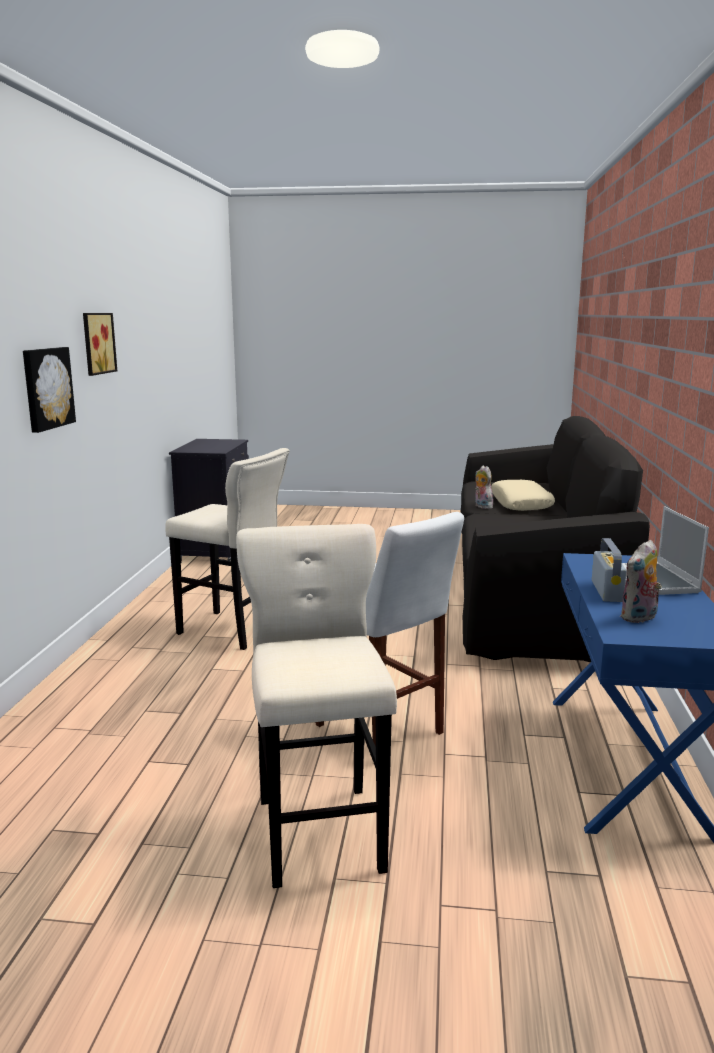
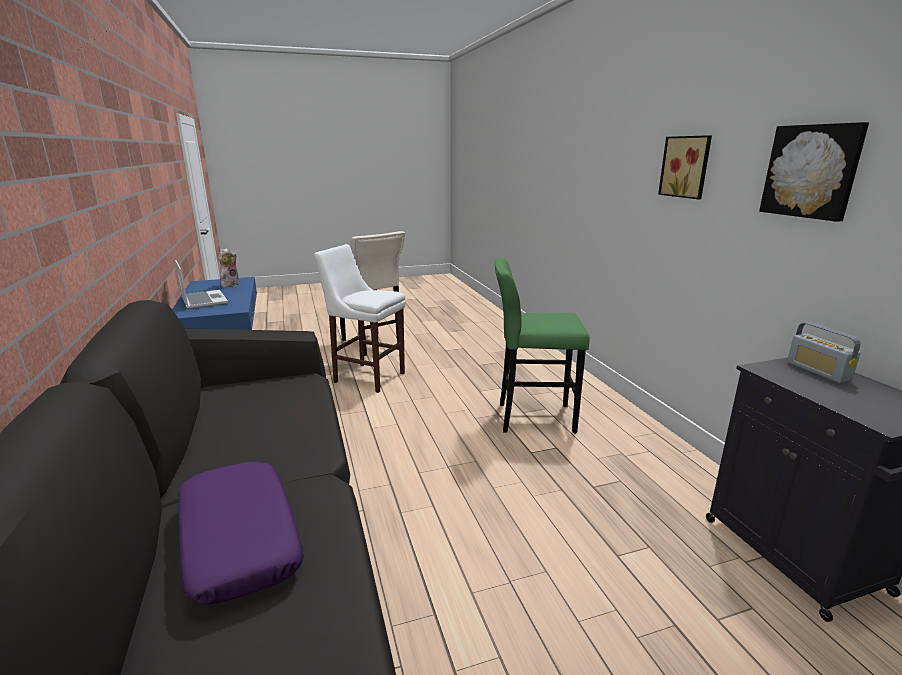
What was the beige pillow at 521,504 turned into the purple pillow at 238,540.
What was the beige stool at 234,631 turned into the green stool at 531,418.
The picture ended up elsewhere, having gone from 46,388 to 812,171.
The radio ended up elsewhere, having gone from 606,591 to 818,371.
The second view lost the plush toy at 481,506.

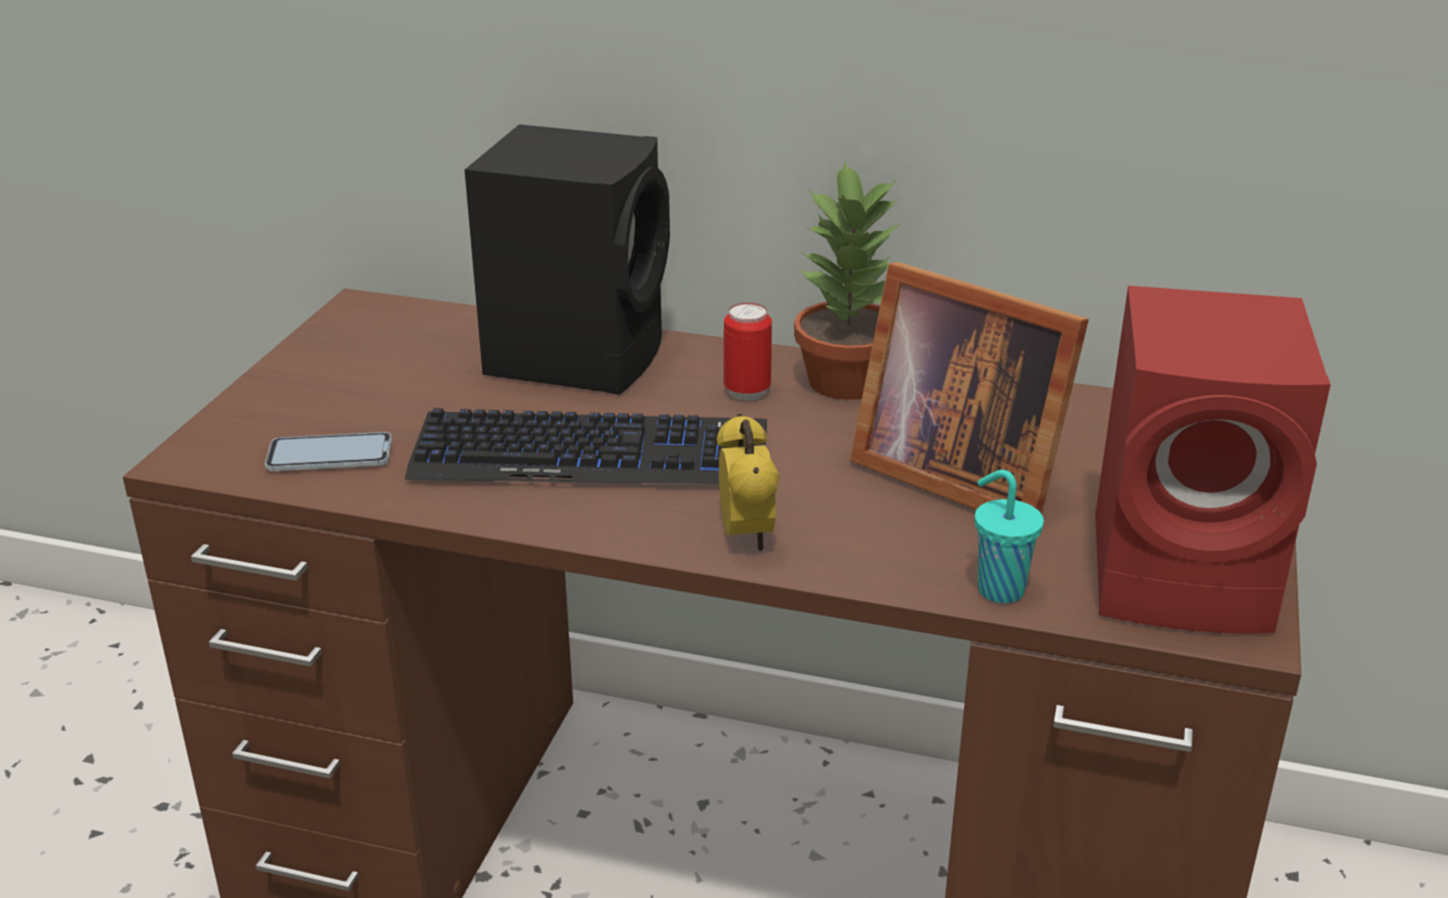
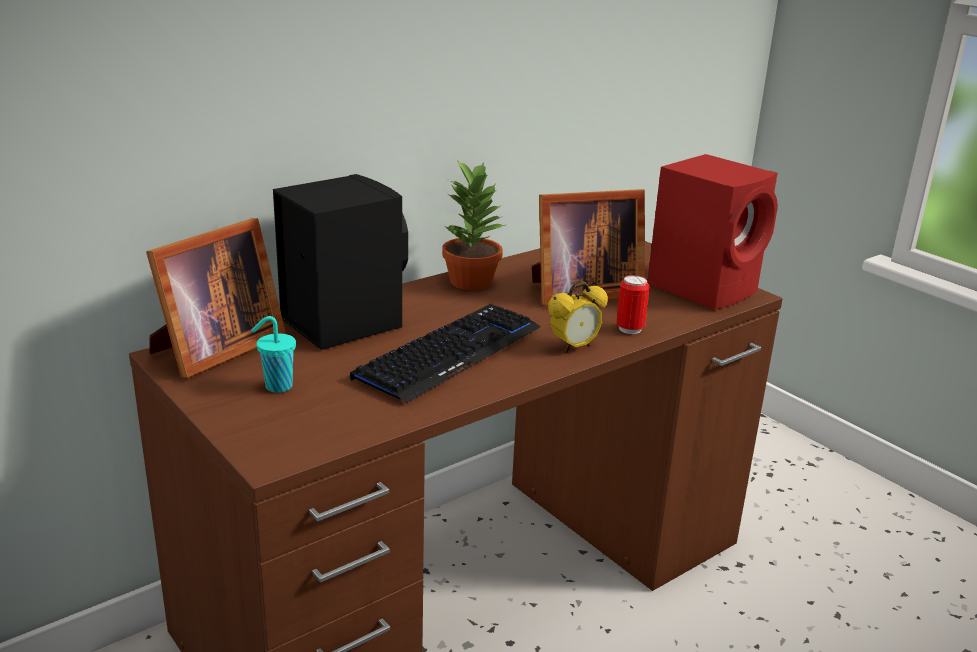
The second view gained the picture frame at 213,350.
The turquoise cup ended up elsewhere, having gone from 998,589 to 277,386.
The alarm clock at 746,537 ended up facing another way, 120 degrees clockwise from before.
The can ended up elsewhere, having gone from 747,391 to 630,329.
The second view lost the phone at 329,455.

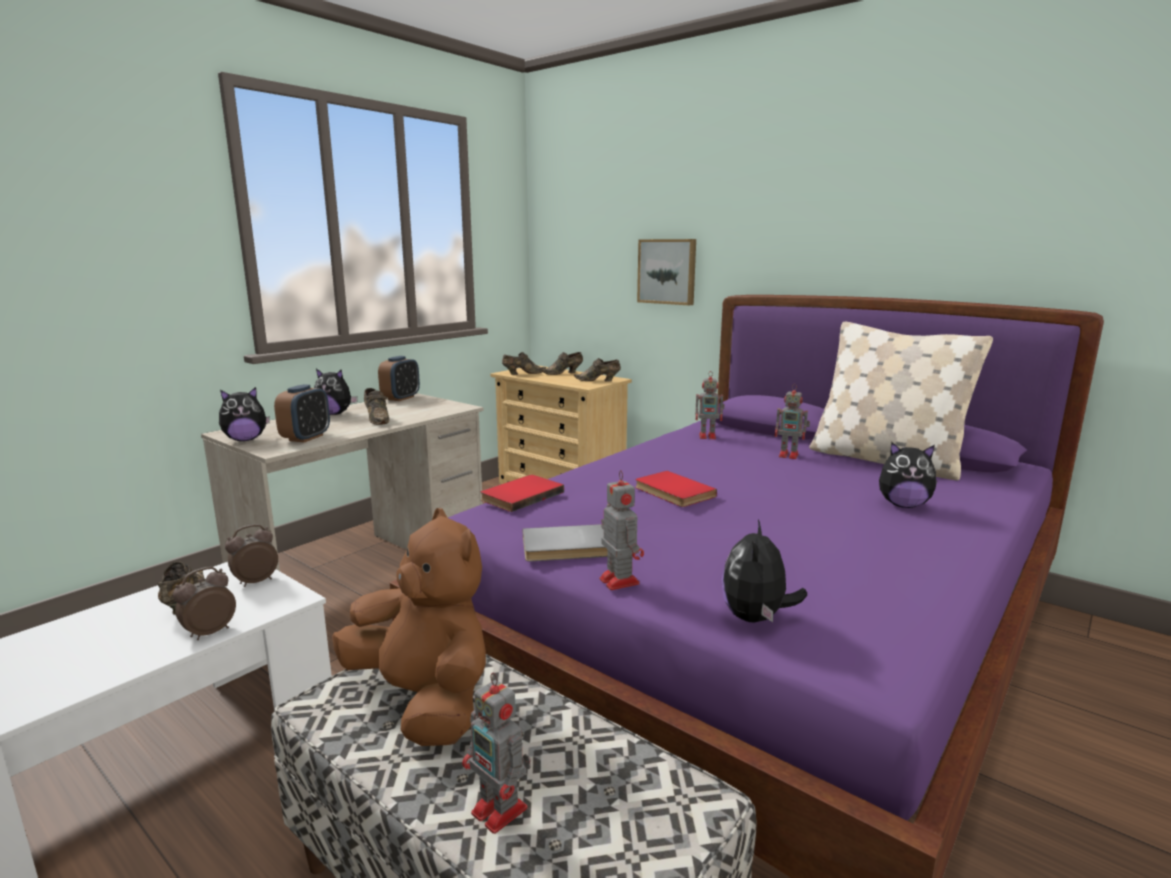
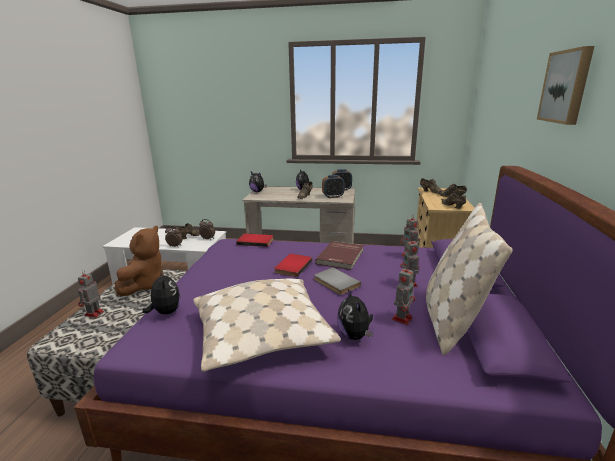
The plush toy at 756,618 ended up facing another way, 75 degrees clockwise from before.
The second view gained the beige pillow at 262,335.
The grey book ended up elsewhere, having gone from 566,548 to 335,283.
The second view gained the red book at 341,257.
The alarm clock ended up elsewhere, having gone from 306,438 to 333,196.
The toy robot ended up elsewhere, having gone from 618,580 to 402,318.
The picture ended up elsewhere, having gone from 667,271 to 566,86.

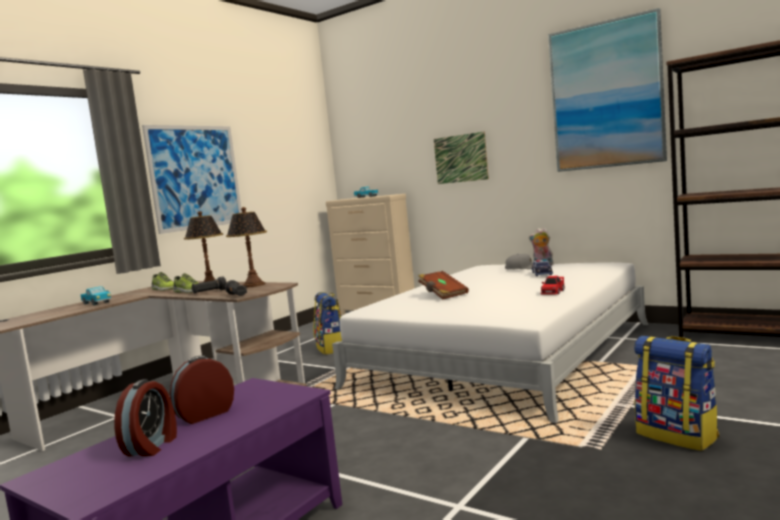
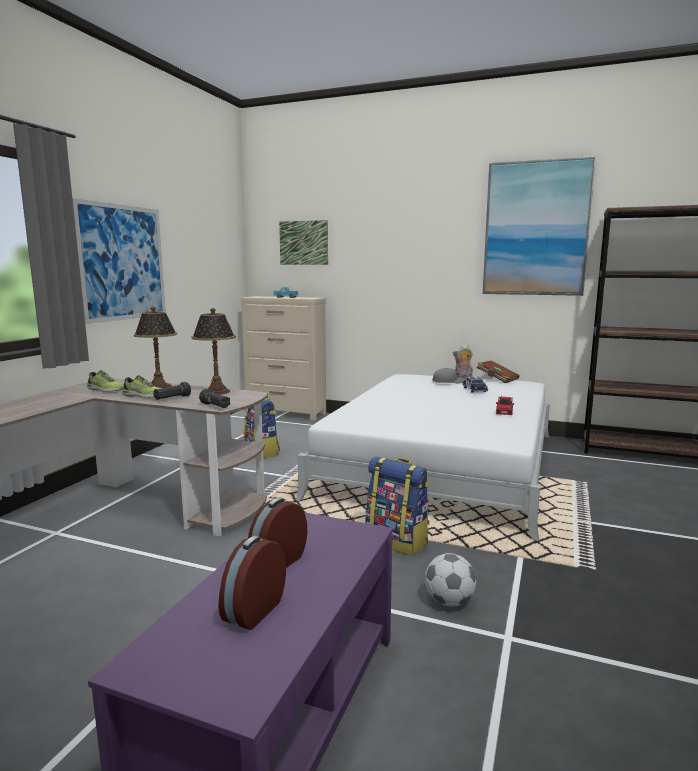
The alarm clock at 152,446 ended up facing another way, 150 degrees counterclockwise from before.
The picture ended up elsewhere, having gone from 460,158 to 303,242.
The backpack ended up elsewhere, having gone from 677,436 to 397,541.
The second view gained the football at 449,602.
The brown book ended up elsewhere, having gone from 442,294 to 497,379.
The second view lost the toy truck at 97,303.

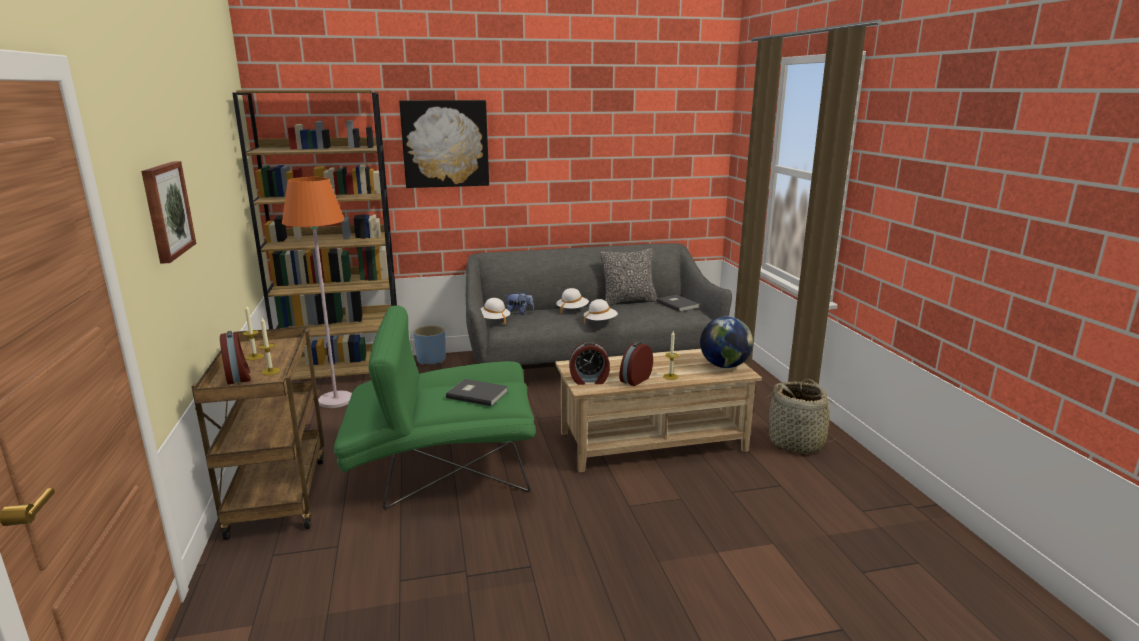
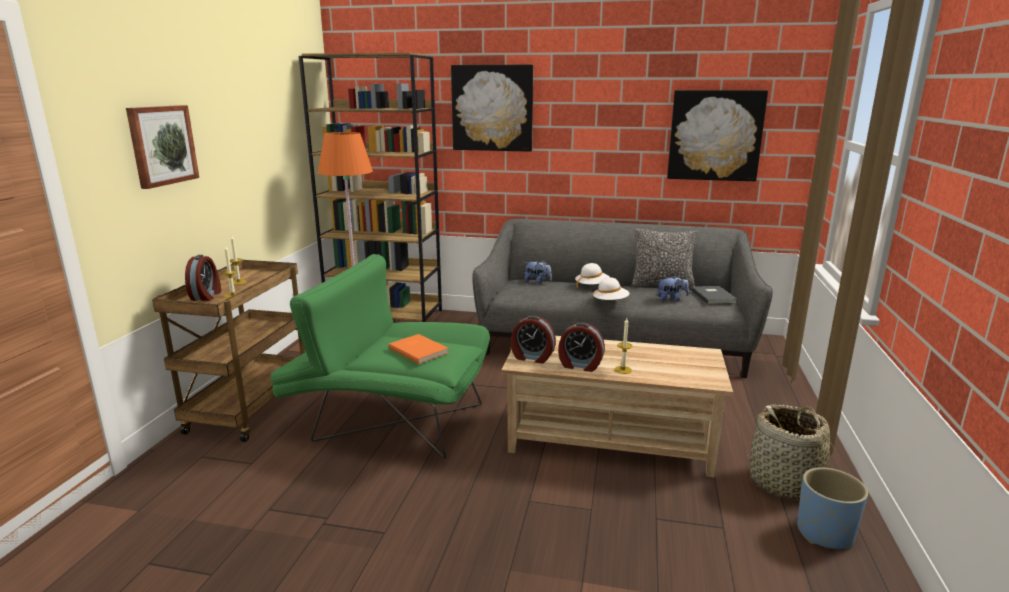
What was the grey book at 477,394 turned into the orange book at 419,350.
The alarm clock at 634,379 ended up facing another way, 135 degrees counterclockwise from before.
The second view gained the plush toy at 671,299.
The second view gained the picture at 715,135.
The blue planter ended up elsewhere, having gone from 431,360 to 825,533.
The second view lost the white hat at 493,320.
The second view lost the globe at 724,366.

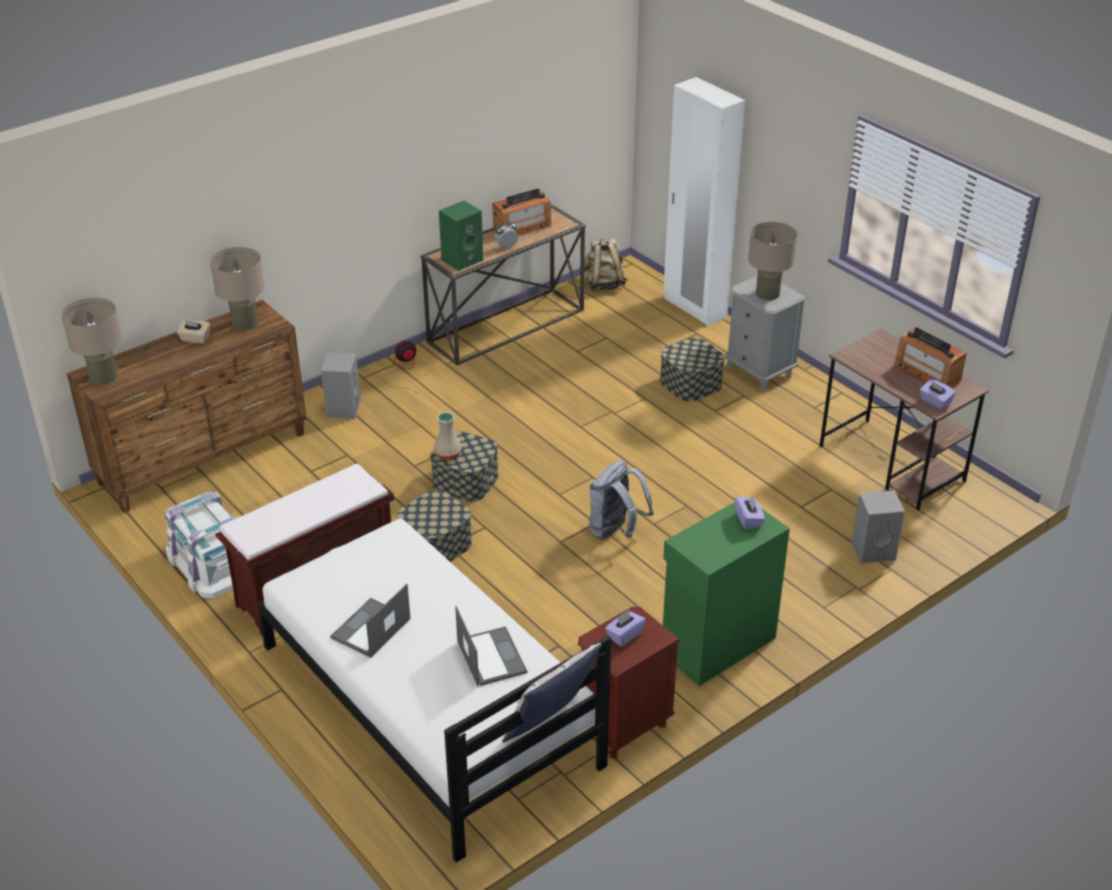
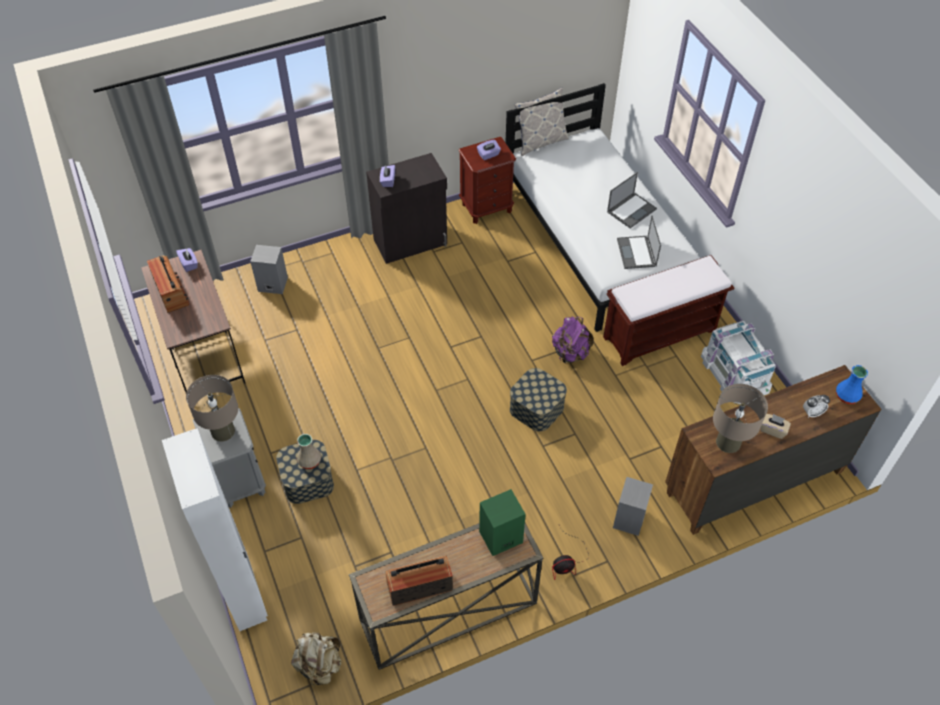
The beige vase ended up elsewhere, having gone from 447,453 to 309,461.
What was the green cabinet at 716,645 turned into the black cabinet at 411,242.
Where the storage box stood at 436,544, the purple backpack came to stand at 570,353.
The laptop ended up elsewhere, having gone from 491,656 to 636,253.
The alarm clock ended up elsewhere, having gone from 506,247 to 812,413.
Where the beige table lamp stood at 103,377, the blue vase came to stand at 846,396.
The second view lost the grey backpack at 616,531.

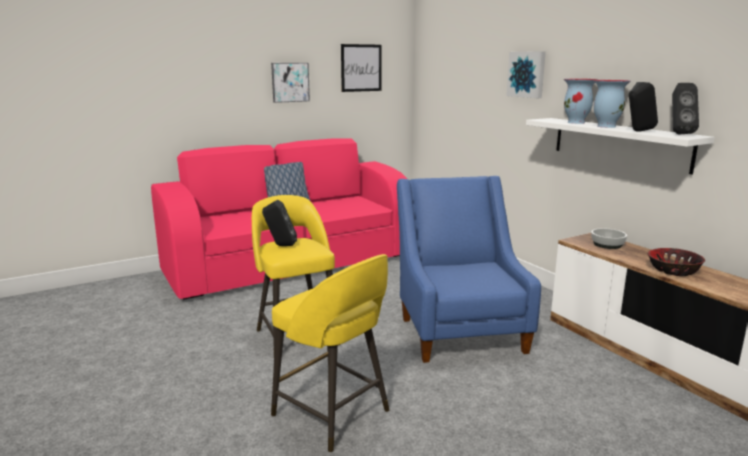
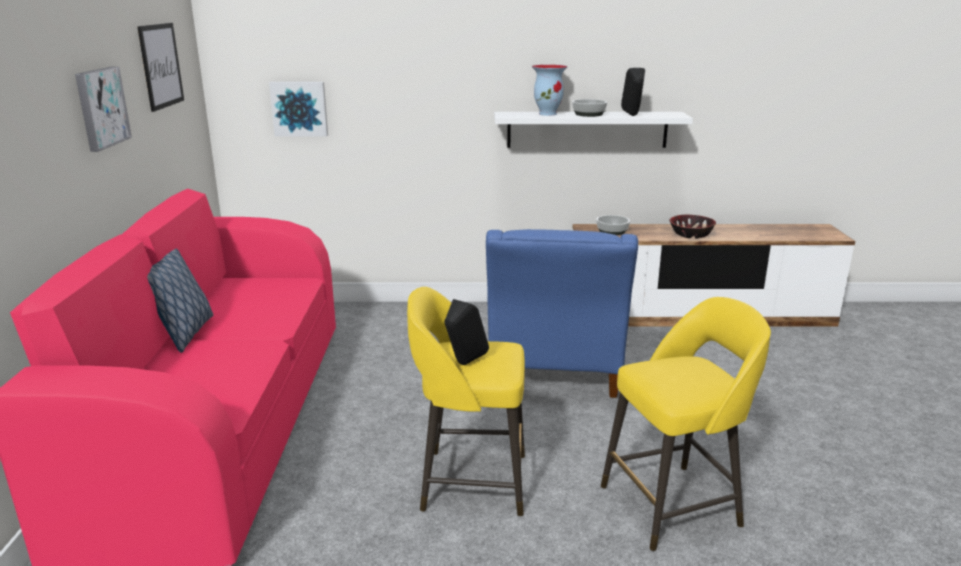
The picture ended up elsewhere, having gone from 527,74 to 299,108.
The blue armchair at 459,330 ended up facing another way, 105 degrees counterclockwise from before.
Where the vase stood at 606,126, the bowl came to stand at 588,114.
The second view lost the black speaker at 678,134.

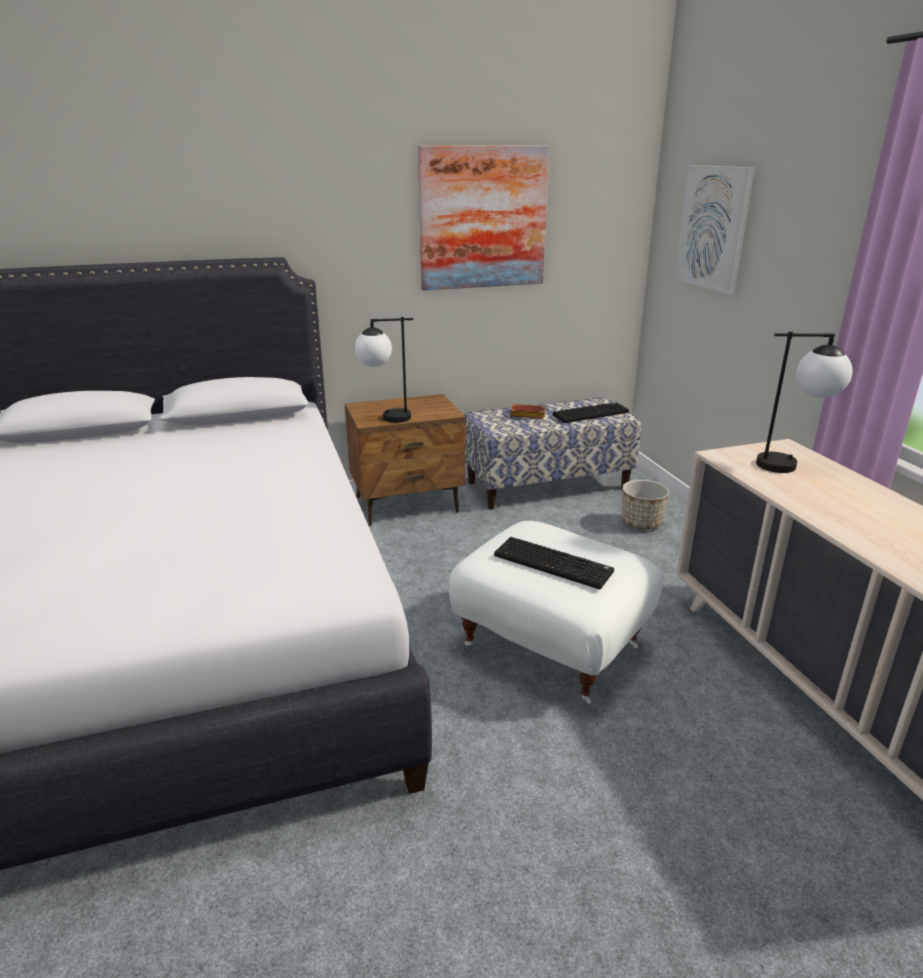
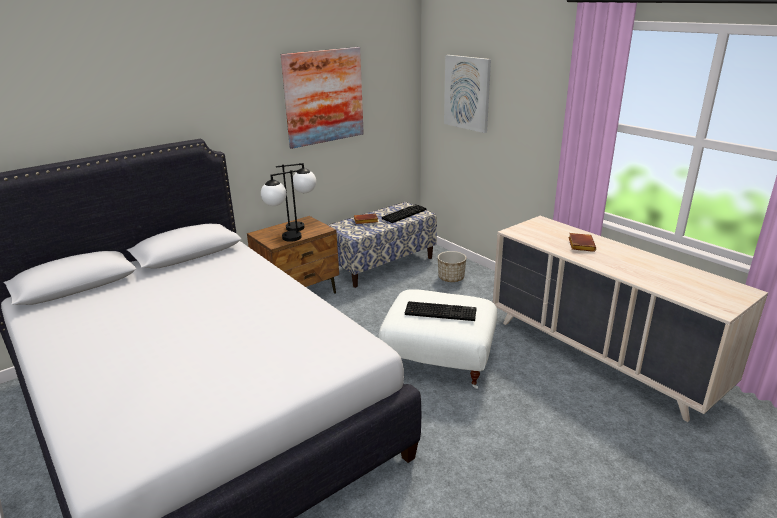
The table lamp ended up elsewhere, having gone from 791,465 to 303,226.
The second view gained the brown book at 580,245.

